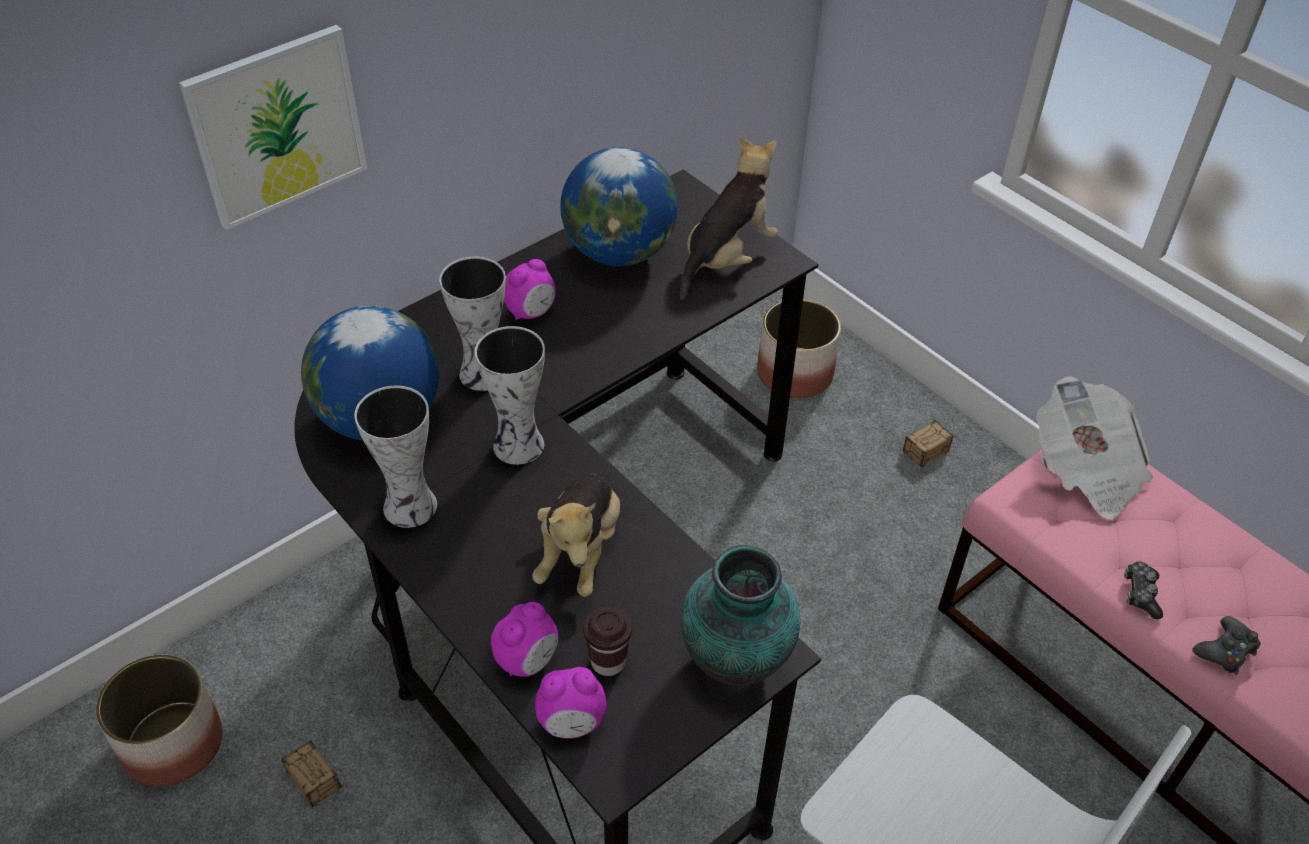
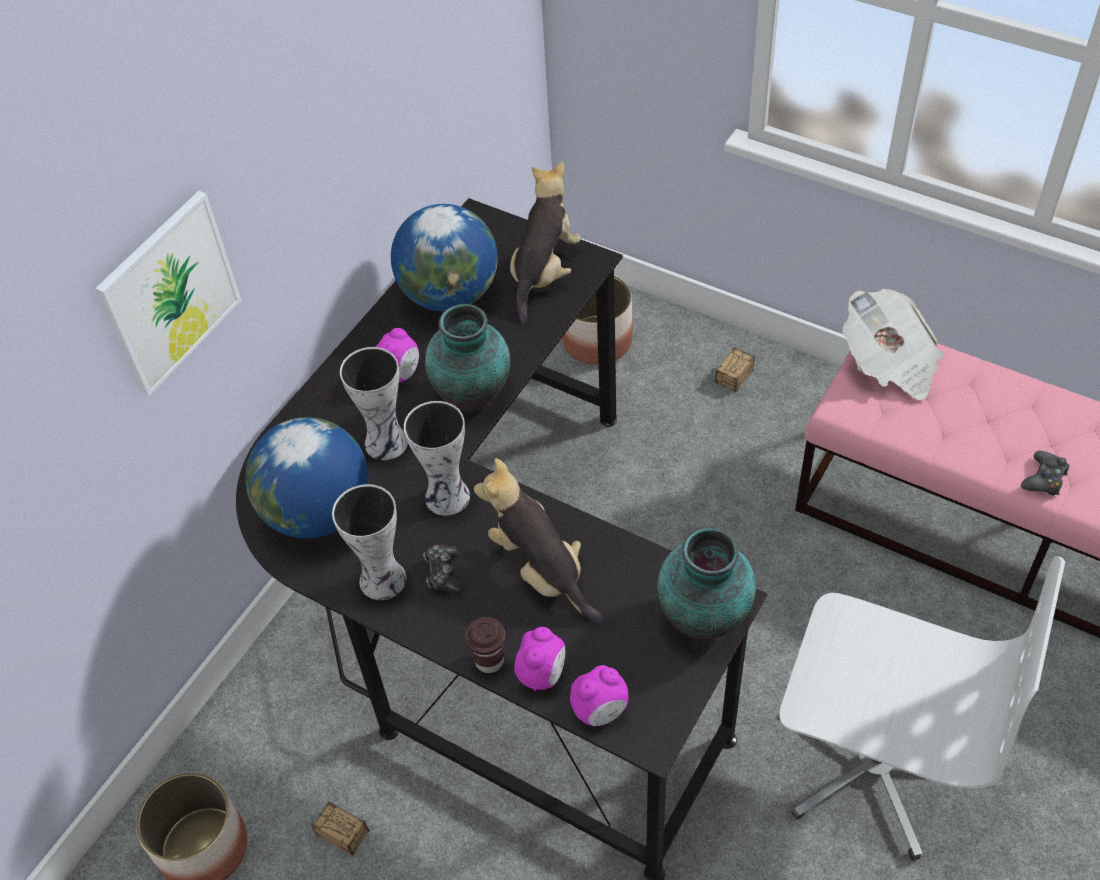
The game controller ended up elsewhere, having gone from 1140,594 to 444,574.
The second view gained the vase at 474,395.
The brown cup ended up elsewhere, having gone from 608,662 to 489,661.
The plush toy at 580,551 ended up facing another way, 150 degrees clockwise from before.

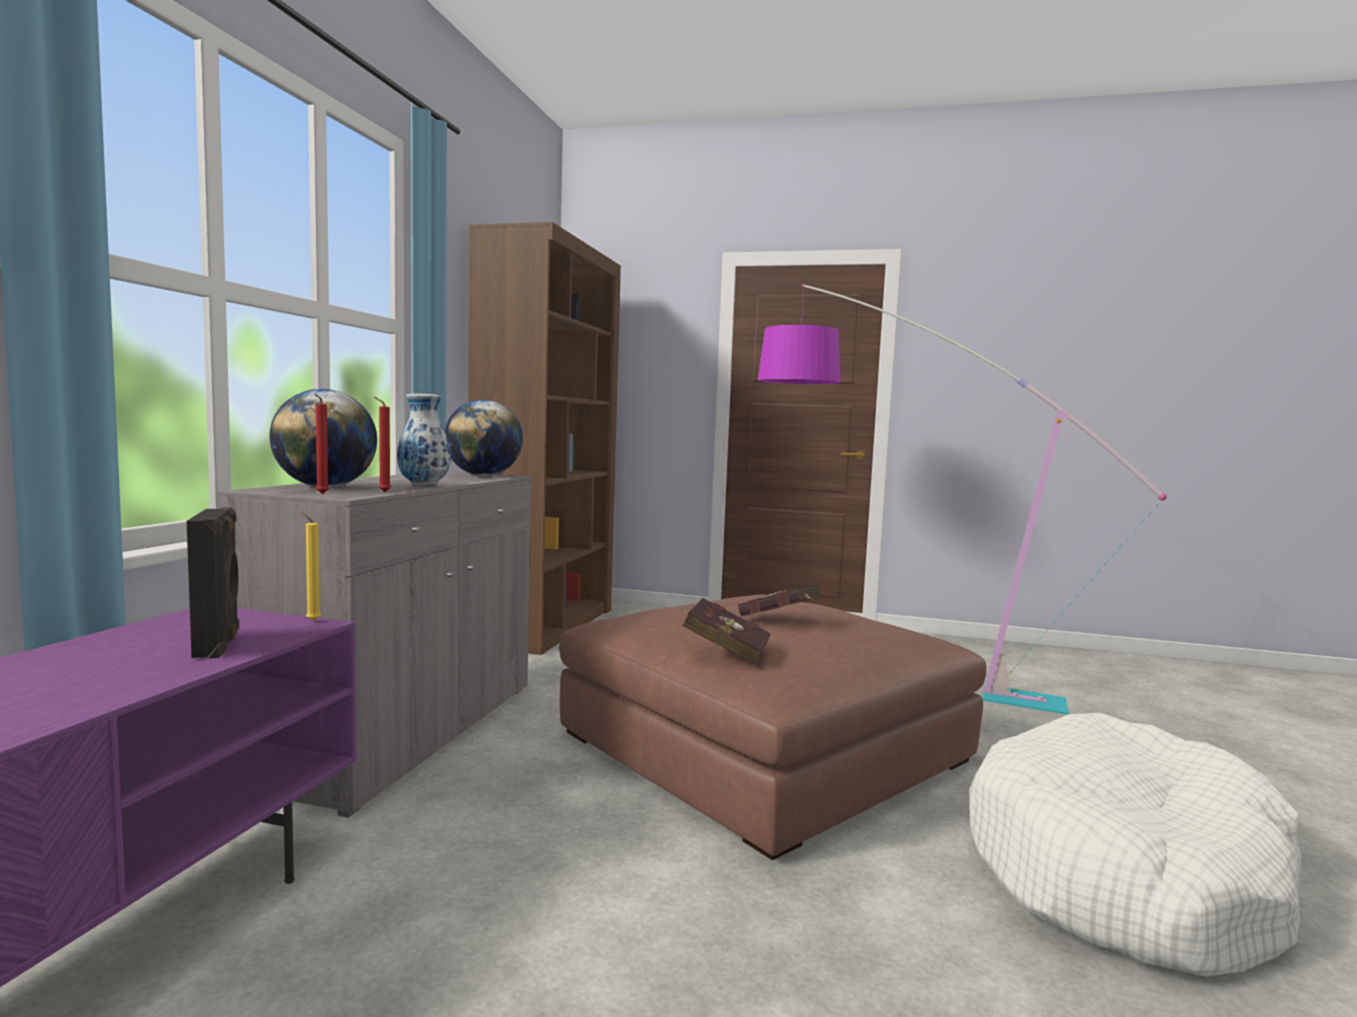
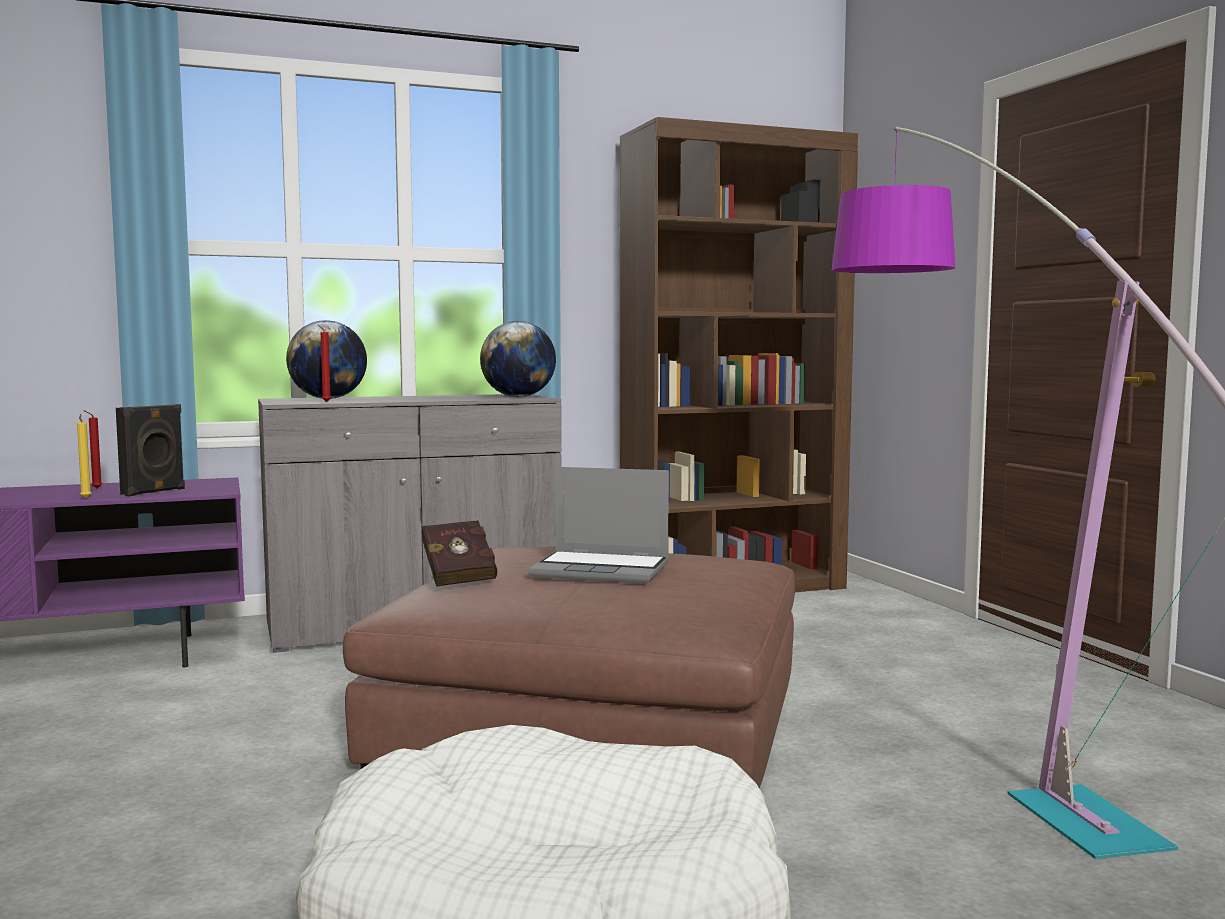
The yellow candle ended up elsewhere, having gone from 311,621 to 86,497.
The red candle ended up elsewhere, having gone from 321,494 to 95,488.
Where the red book stood at 781,621, the laptop came to stand at 603,570.
The second view lost the vase at 425,485.

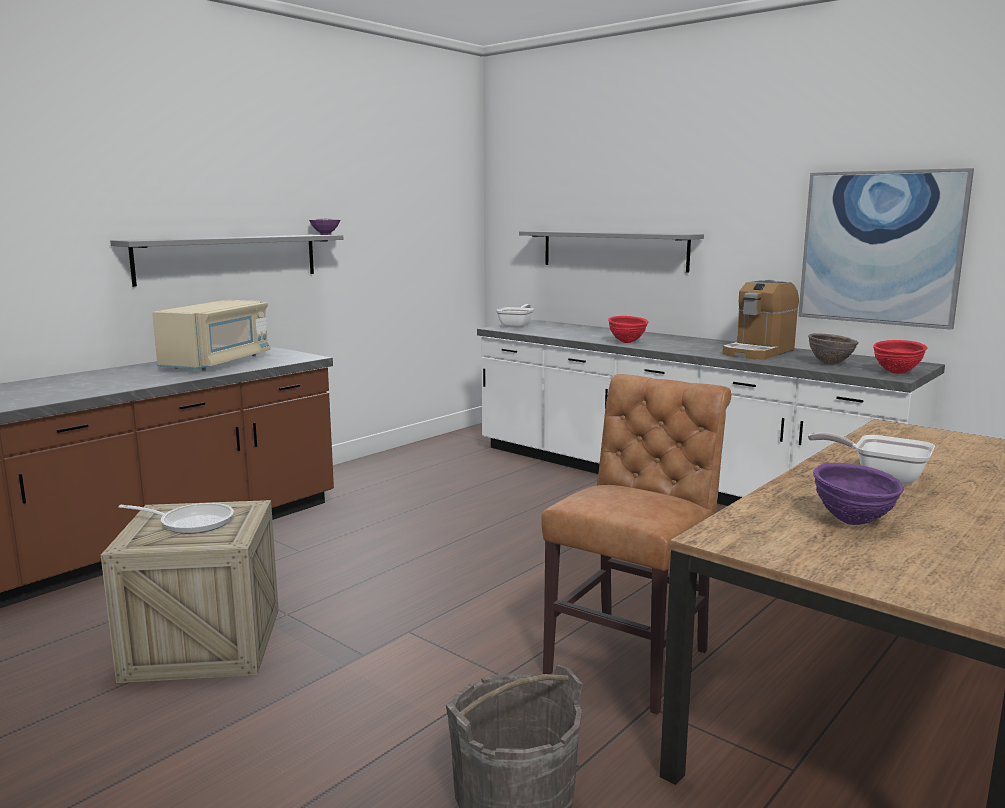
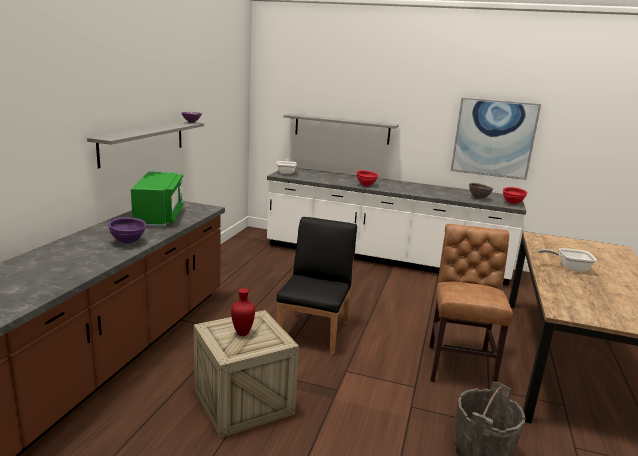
The purple bowl ended up elsewhere, having gone from 853,522 to 128,242.
What was the beige microwave at 218,362 turned into the green microwave at 159,216.
Where the frying pan stood at 191,522, the red vase came to stand at 242,333.
The second view gained the black chair at 314,332.
The second view lost the coffee machine at 758,352.

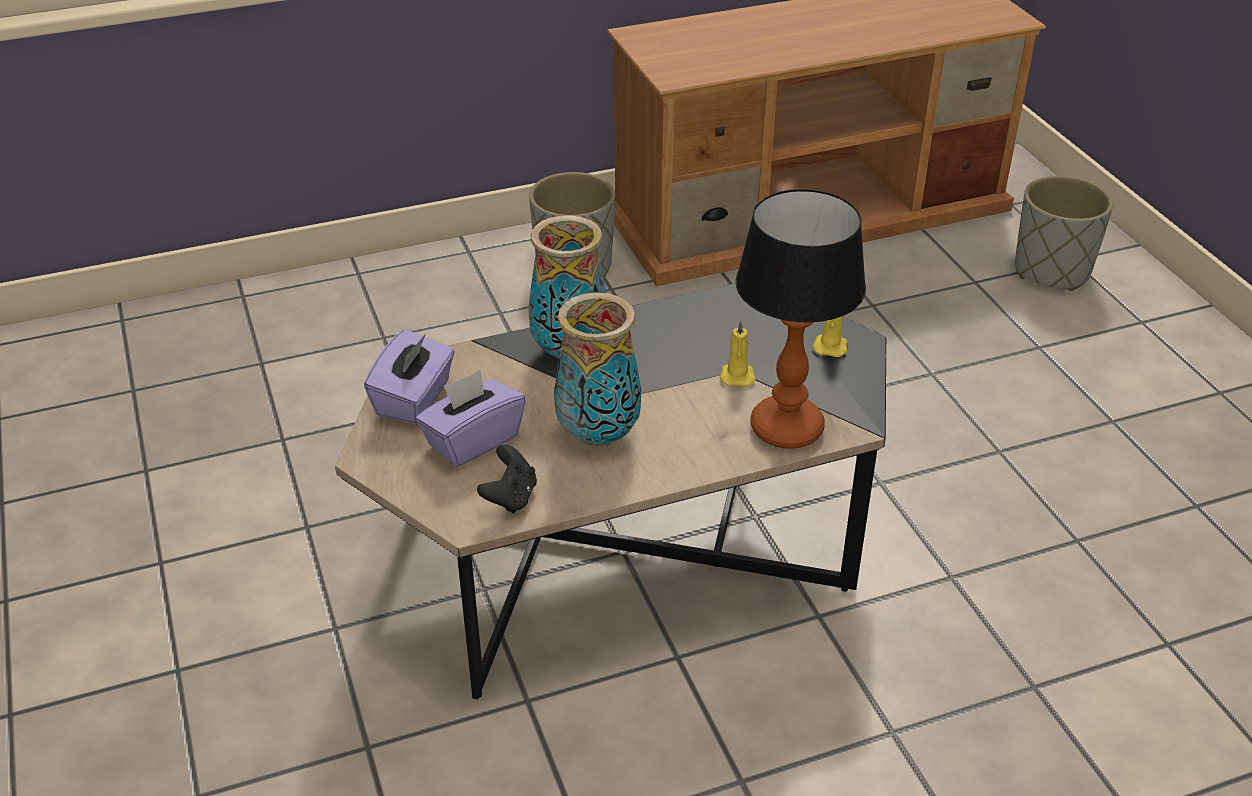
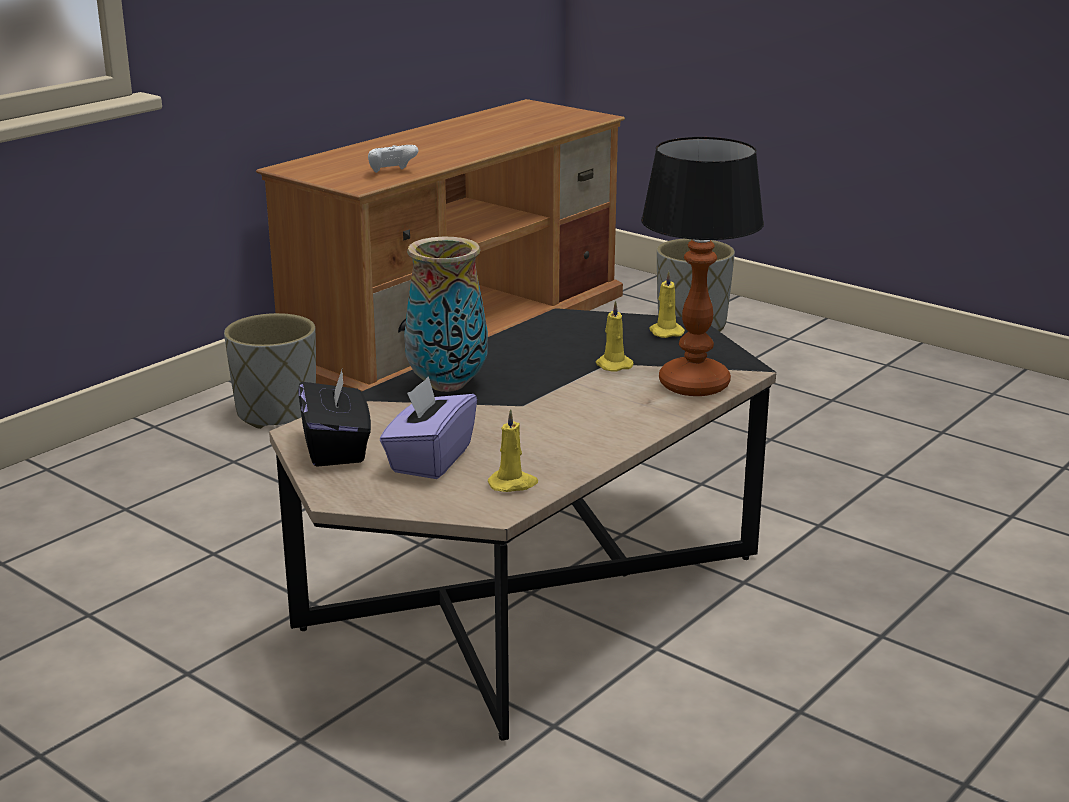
What was the purple tissue box at 414,399 turned into the black tissue box at 336,448.
The second view gained the white game controller at 391,172.
Where the black game controller stood at 510,497, the yellow candle came to stand at 513,484.
The second view lost the vase at 598,436.

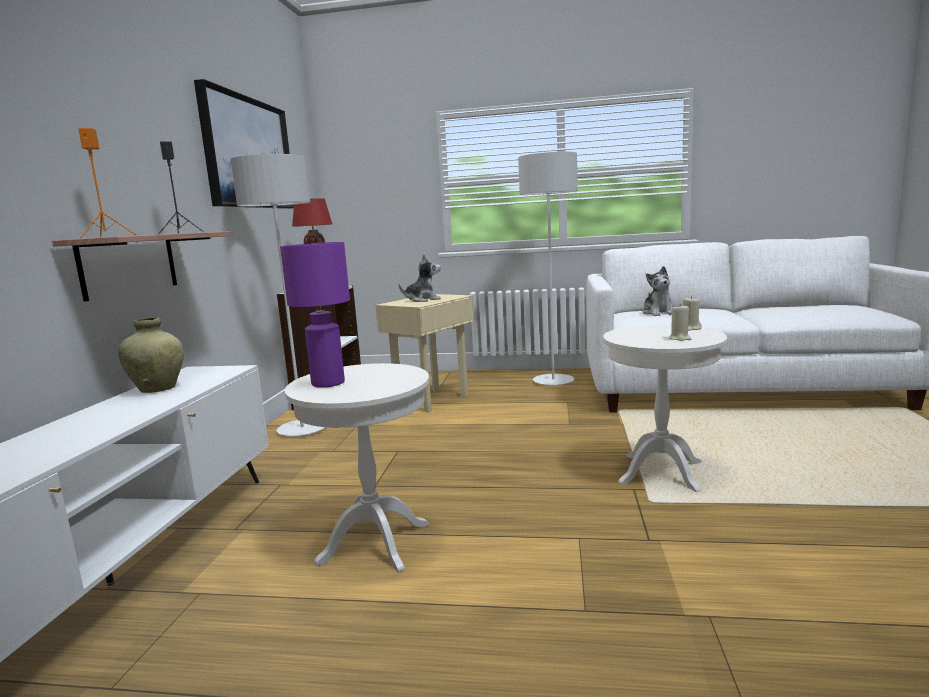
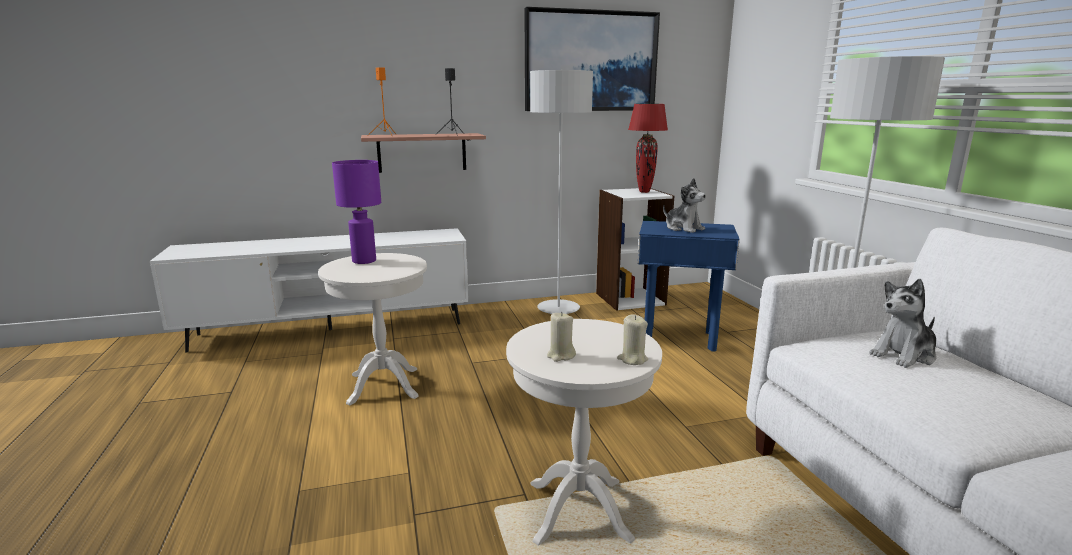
What was the beige side table at 432,400 turned into the blue side table at 679,338.
The second view lost the beige vase at 158,389.

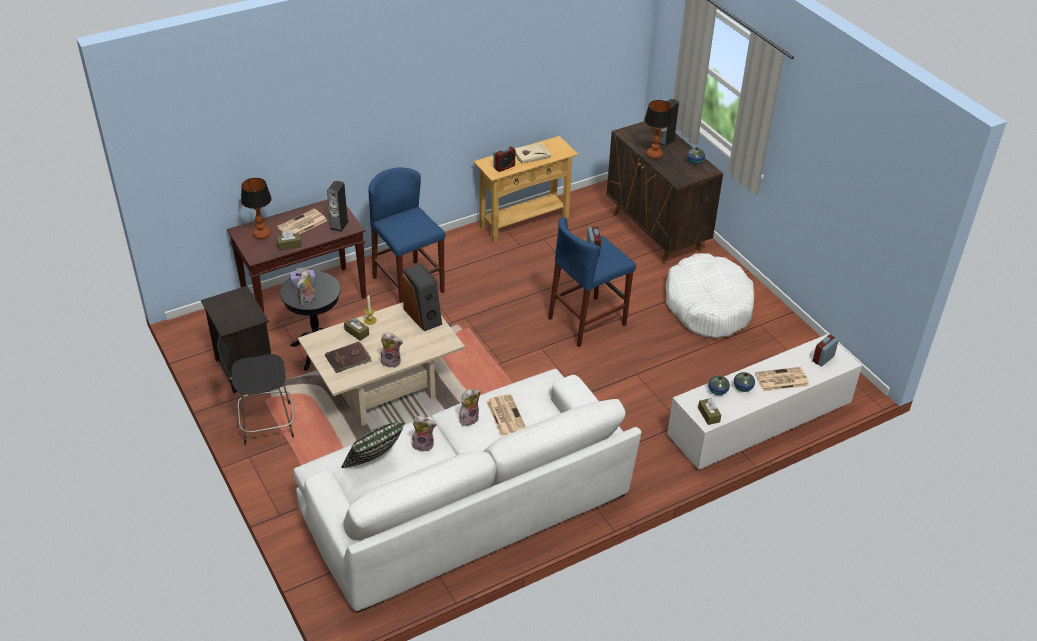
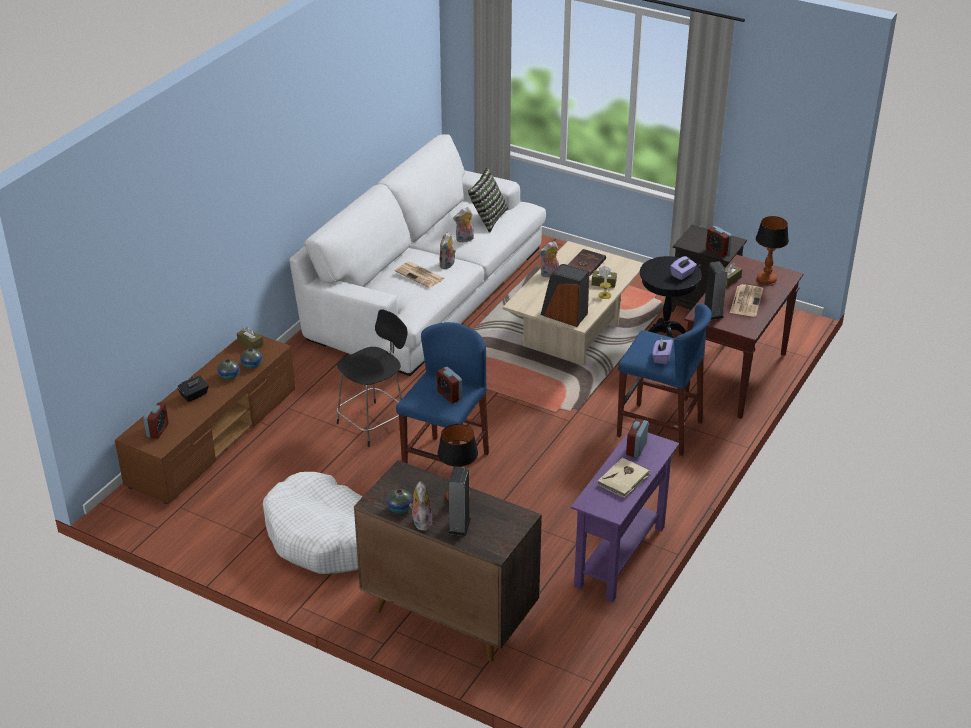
What was the white tv stand at 759,421 turned into the brown tv stand at 213,437.
Where the newspaper stood at 781,380, the black tissue box came to stand at 194,395.
The black stool ended up elsewhere, having gone from 265,424 to 374,423.
The plush toy ended up elsewhere, having gone from 308,302 to 421,521.
What was the beige console table at 524,221 turned into the purple console table at 620,556.
The second view gained the purple tissue box at 661,357.
The second view gained the alarm clock at 717,251.

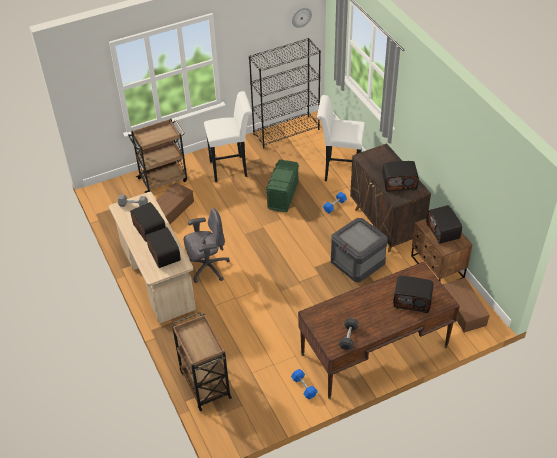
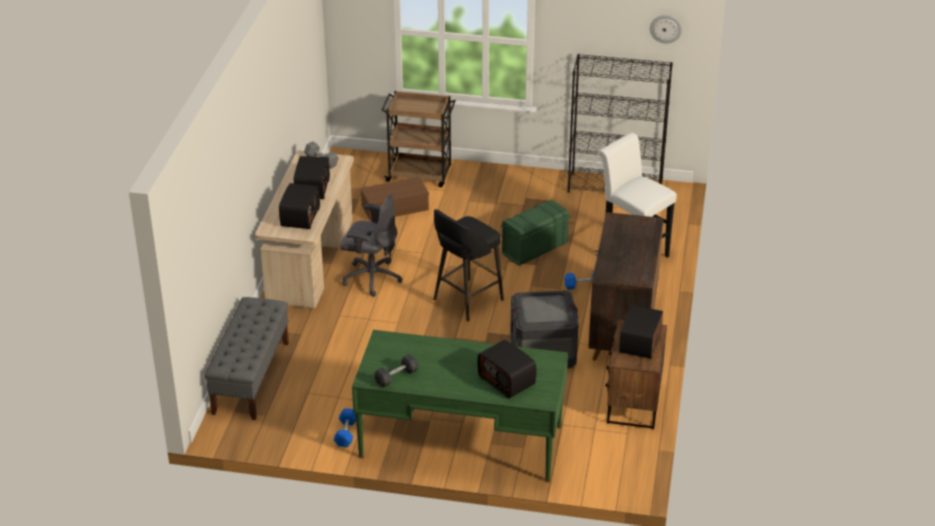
Where the brown cart stood at 204,383, the grey bench came to stand at 251,377.
What was the brown desk at 374,350 turned into the green desk at 461,441.
The second view gained the black stool at 466,300.
The second view lost the white stool at 231,168.
The second view lost the radio at 399,183.
The second view lost the brown storage box at 464,310.

